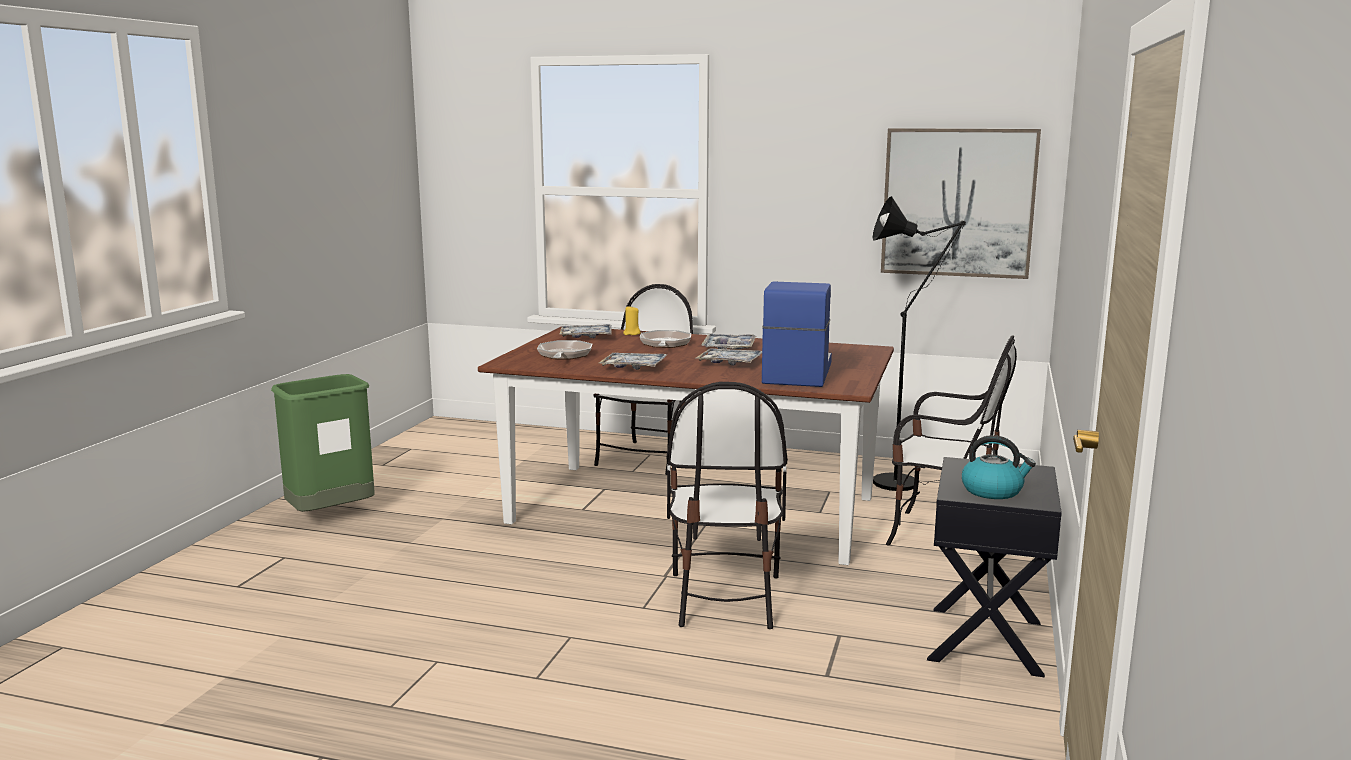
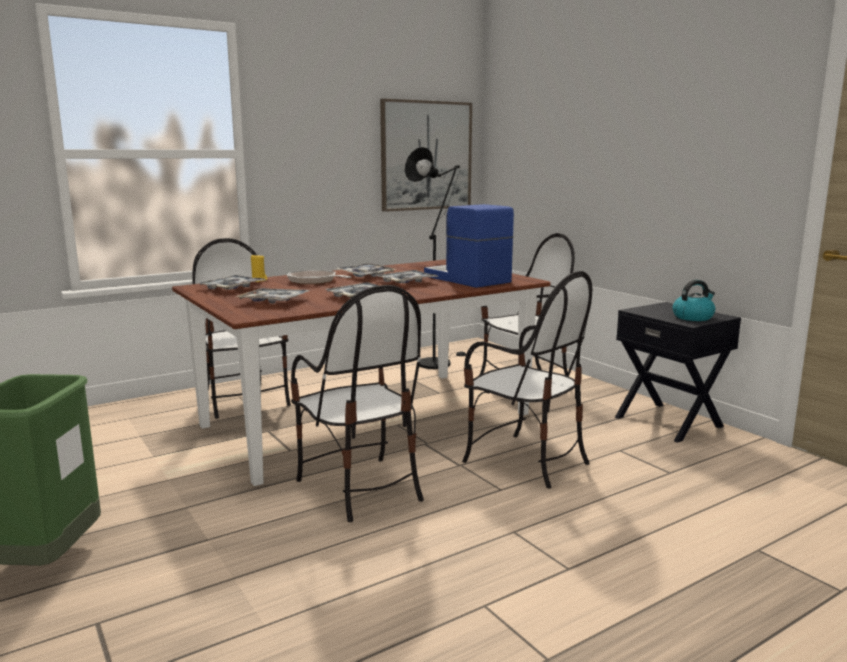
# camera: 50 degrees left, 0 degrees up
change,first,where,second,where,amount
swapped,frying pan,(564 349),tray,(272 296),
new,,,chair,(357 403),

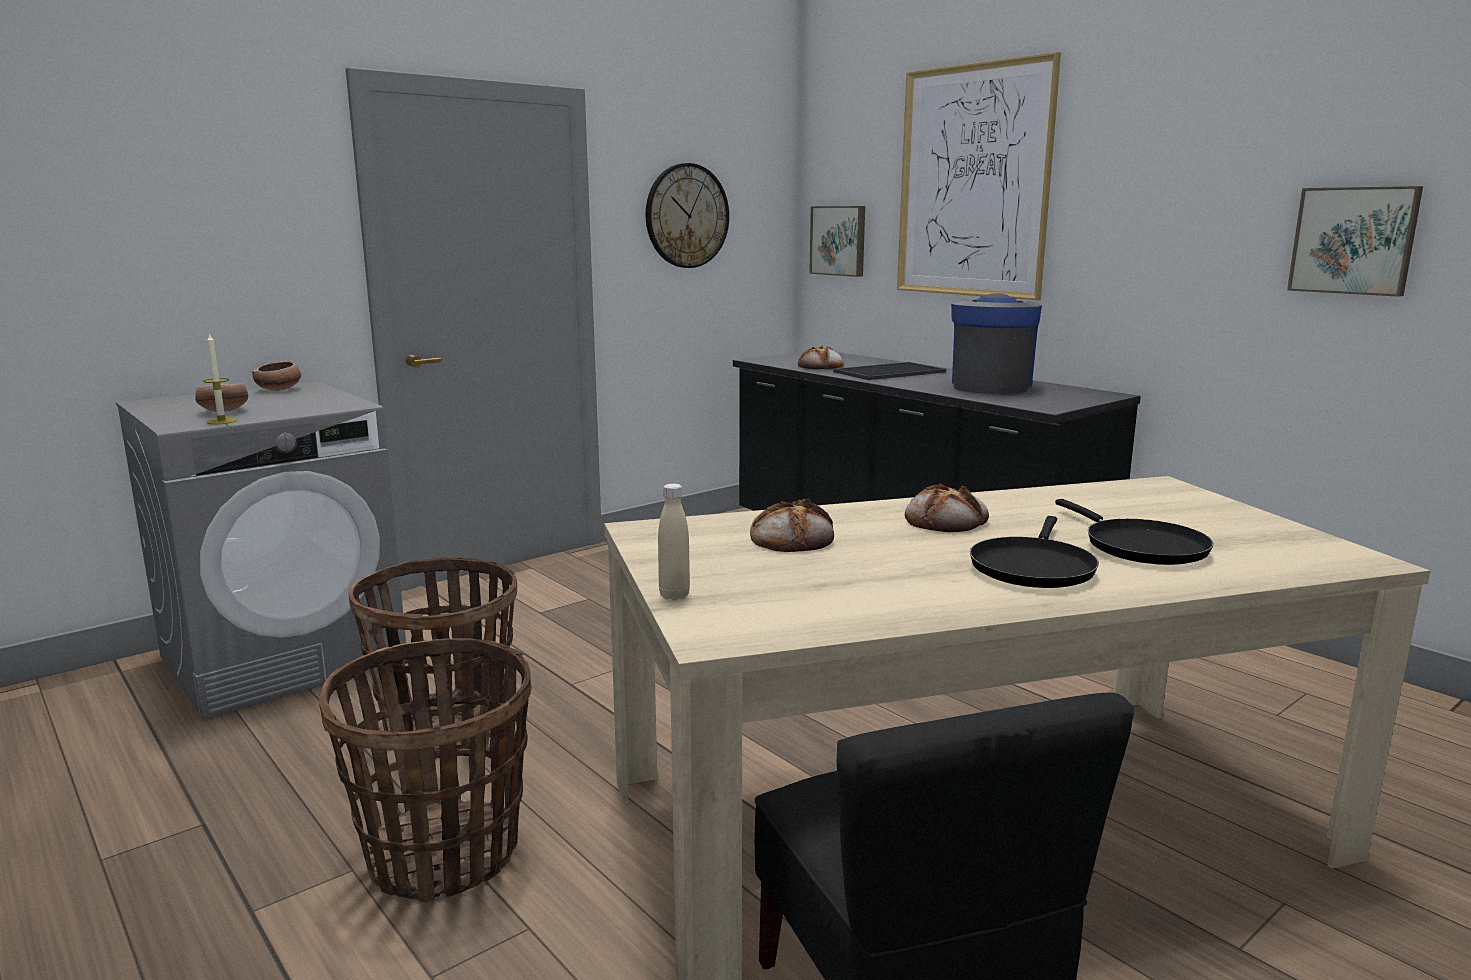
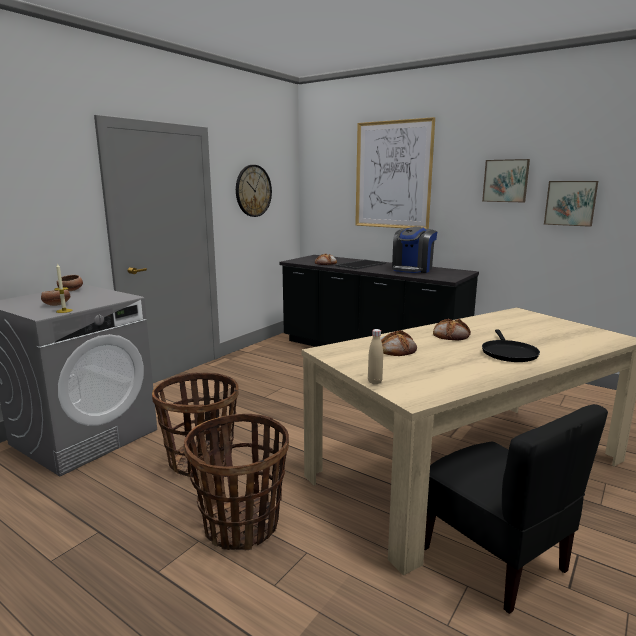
# camera: 15 degrees left, 0 degrees up
change,first,where,second,where,amount
shifted,picture,(837 241),,(506 181),
rotated,coffee machine,(996 343),,(415 250),150 degrees counterclockwise
gone,black frying pan,(1134 532),,,

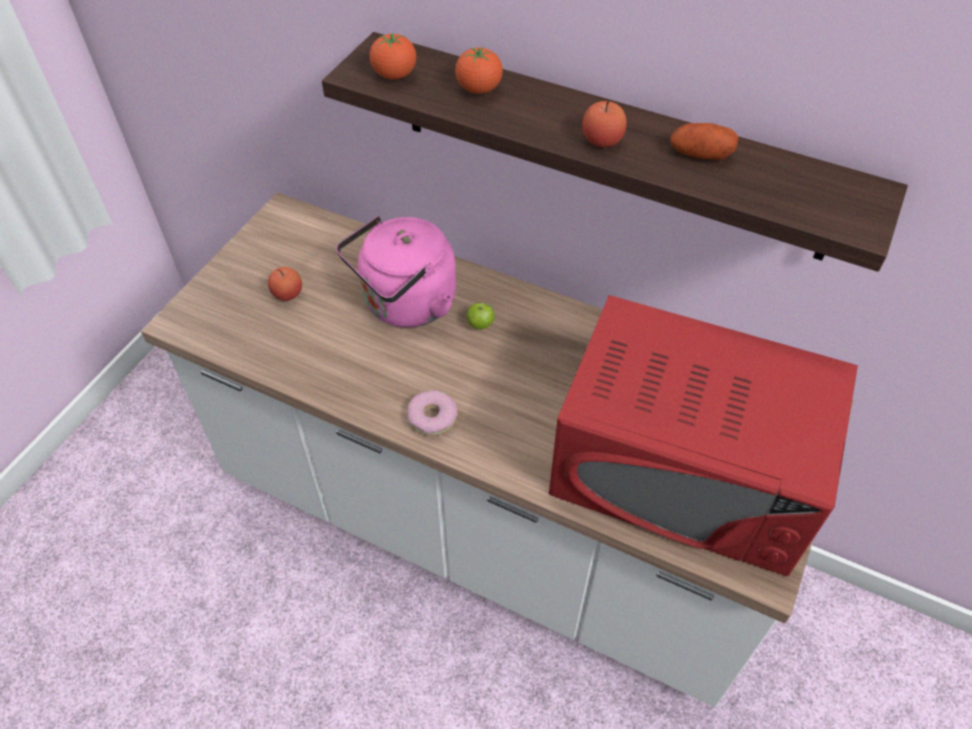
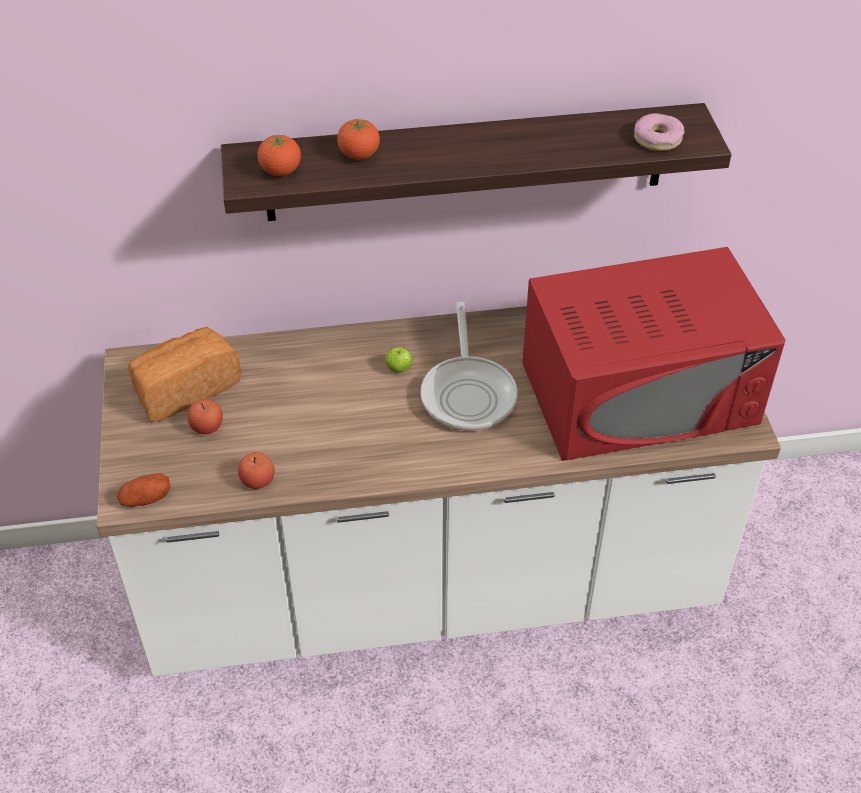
# camera: 35 degrees left, 5 degrees down
change,first,where,second,where,amount
gone,pink kettle,(396 271),,,
shifted,donut,(432 413),,(659 132),
shifted,apple,(604 124),,(256 470),
shifted,potato,(704 141),,(144 490),
new,,,bread,(184 374),
new,,,frying pan,(469 366),

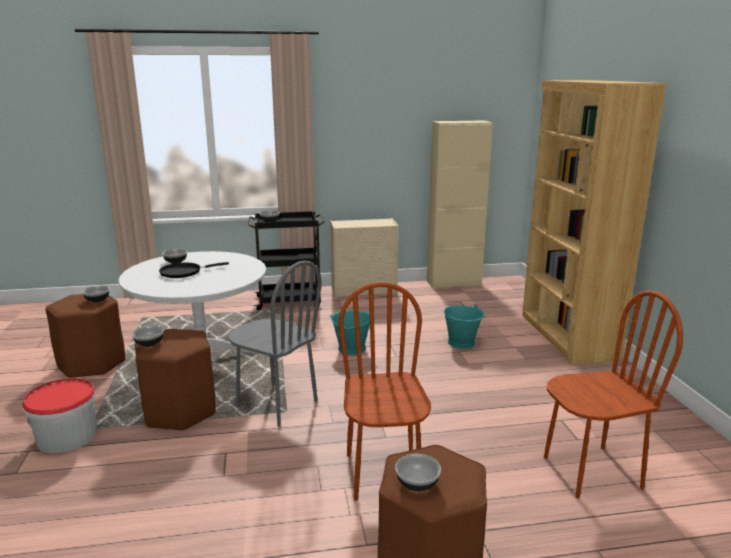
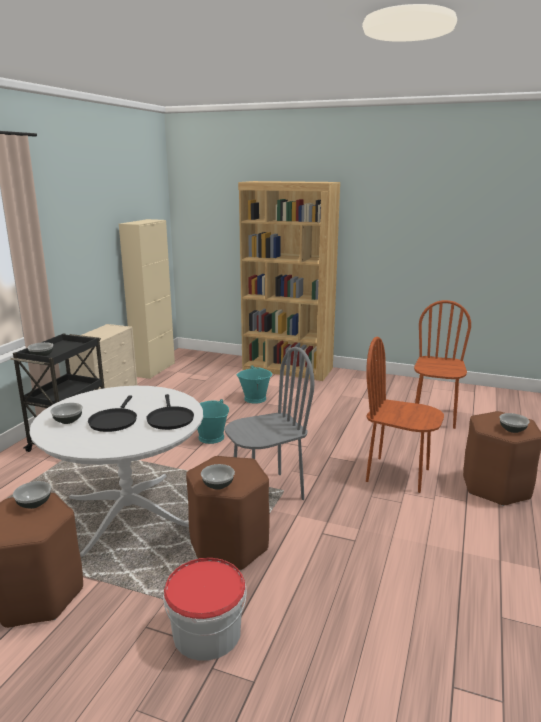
# camera: 60 degrees left, 0 degrees up
change,first,where,second,where,amount
new,,,black frying pan,(170 412),

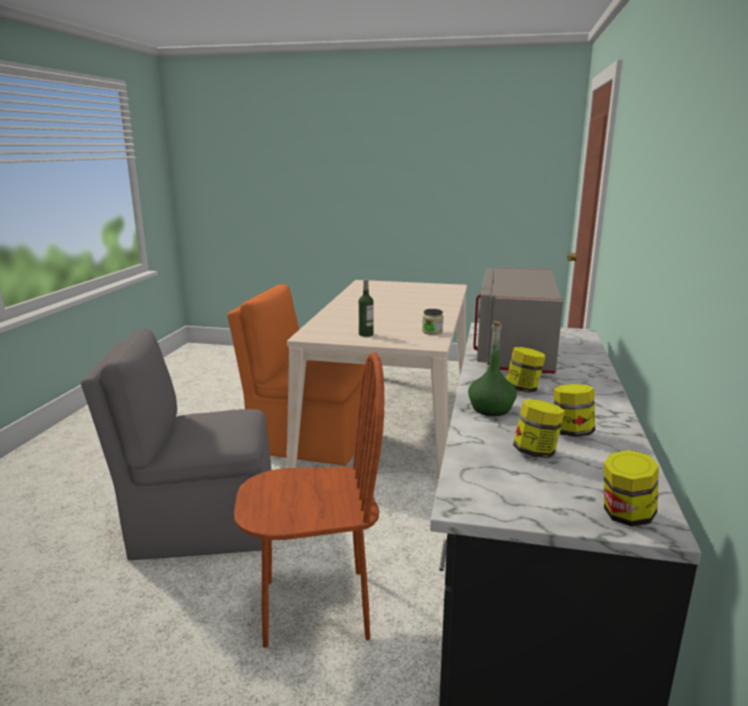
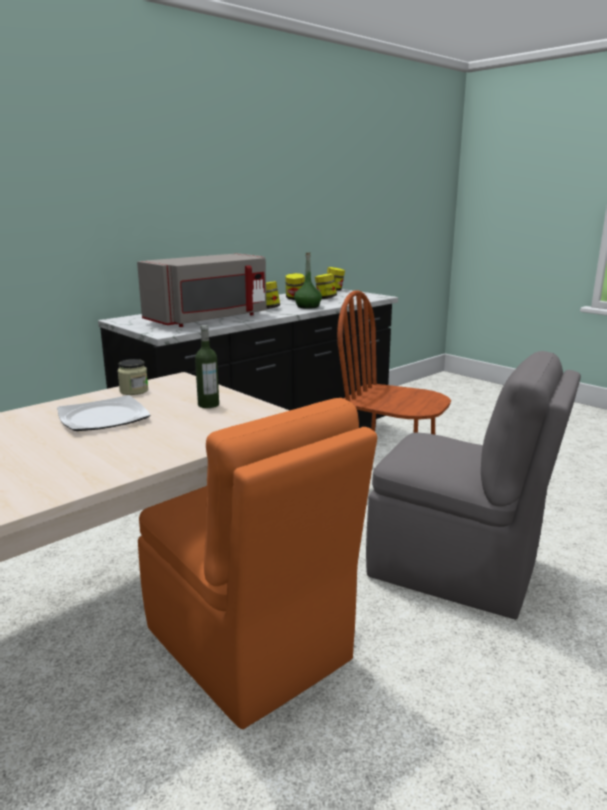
# camera: 145 degrees left, 0 degrees up
change,first,where,second,where,amount
new,,,plate,(104 413),

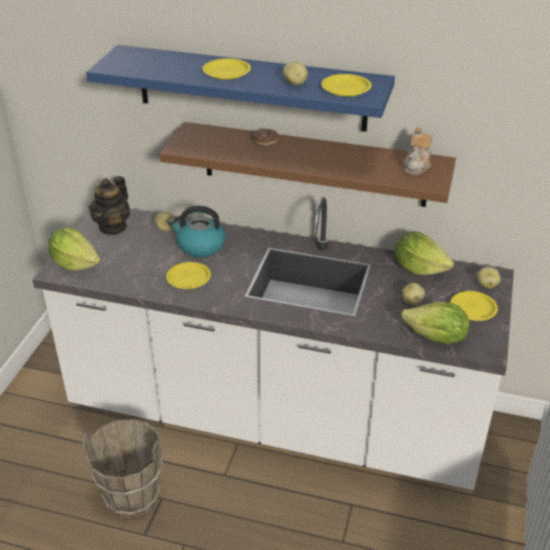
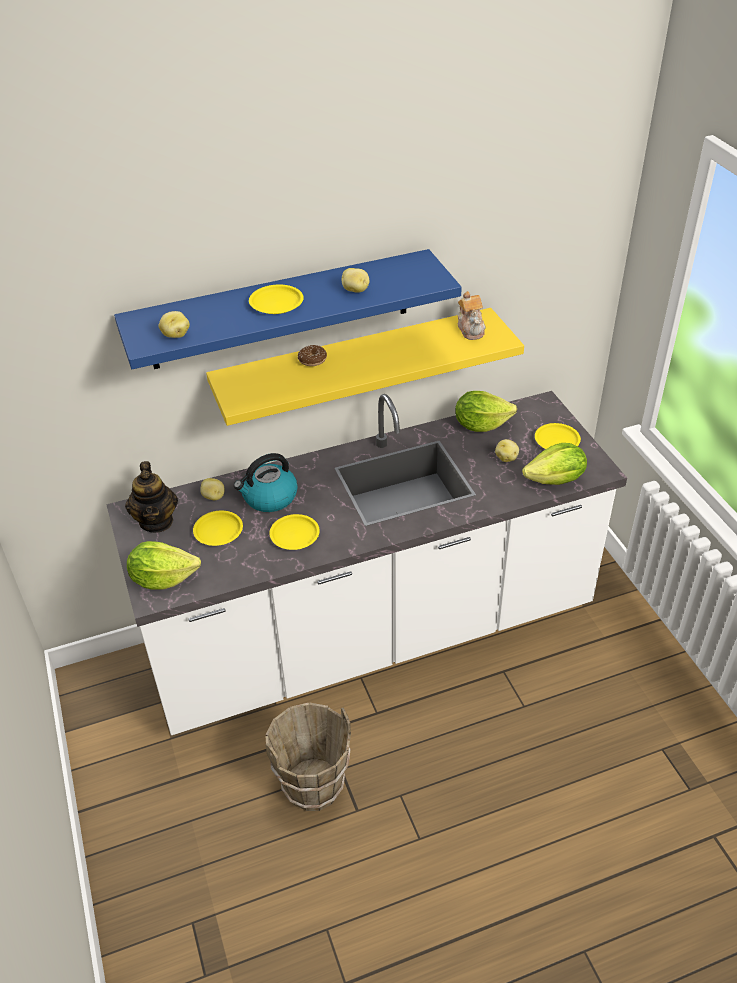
# camera: 35 degrees left, 5 degrees up
change,first,where,second,where,amount
repainted,brown shelf,(307 164),yellow shelf,(365 367),
shifted,yellow plate,(346 85),,(218 528),
shifted,potato,(489 278),,(174 324),

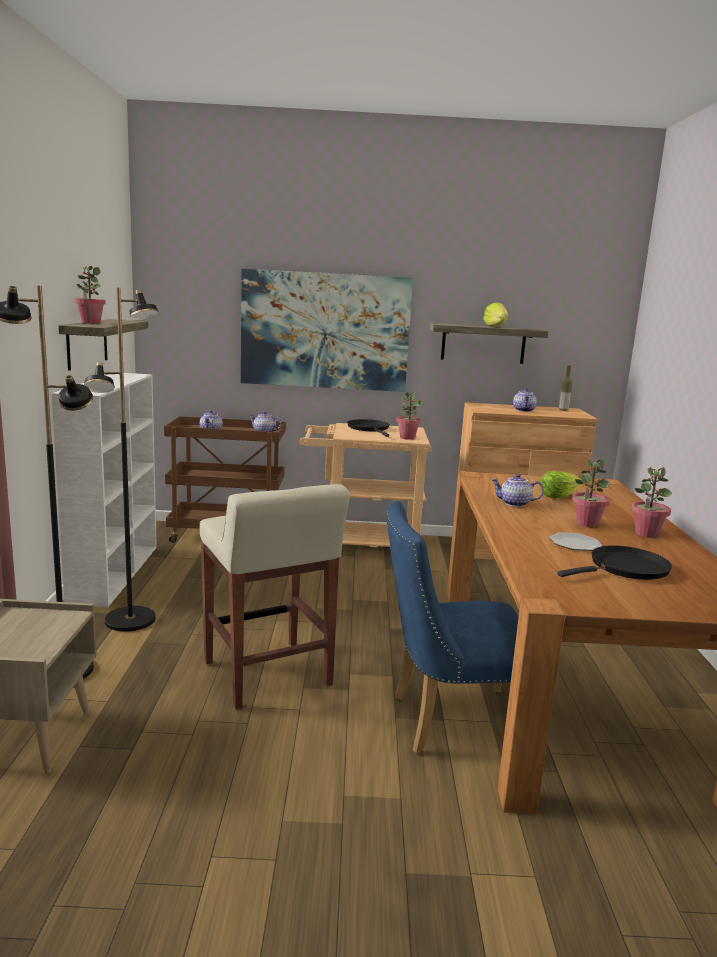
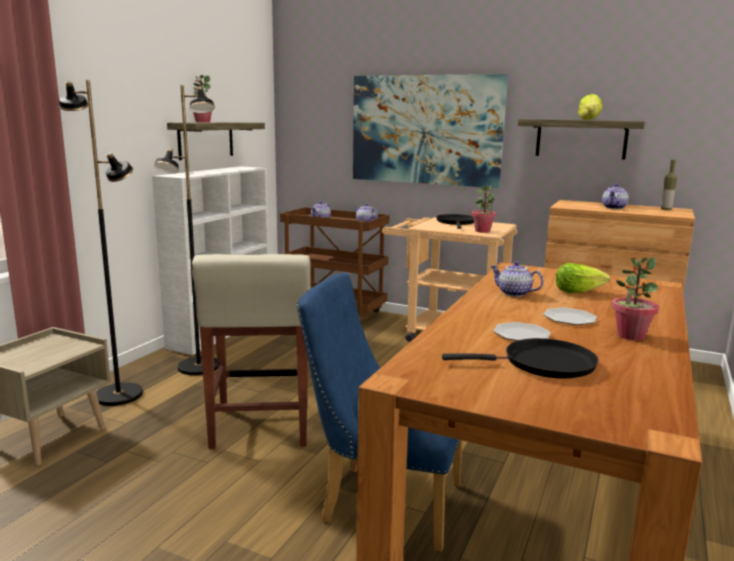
# camera: 25 degrees right, 0 degrees up
change,first,where,second,where,amount
swapped,potted plant,(591 493),plate,(570 316),

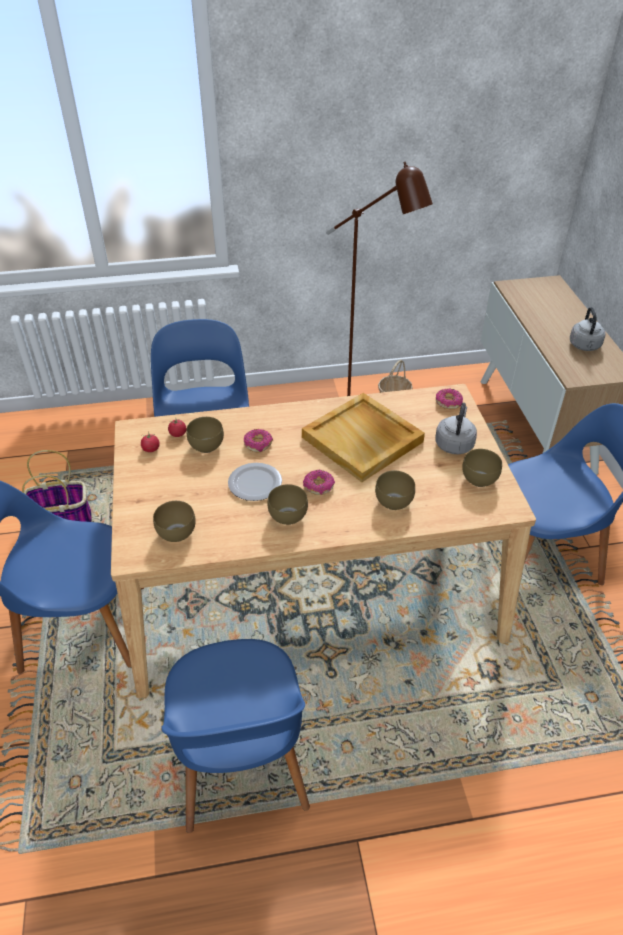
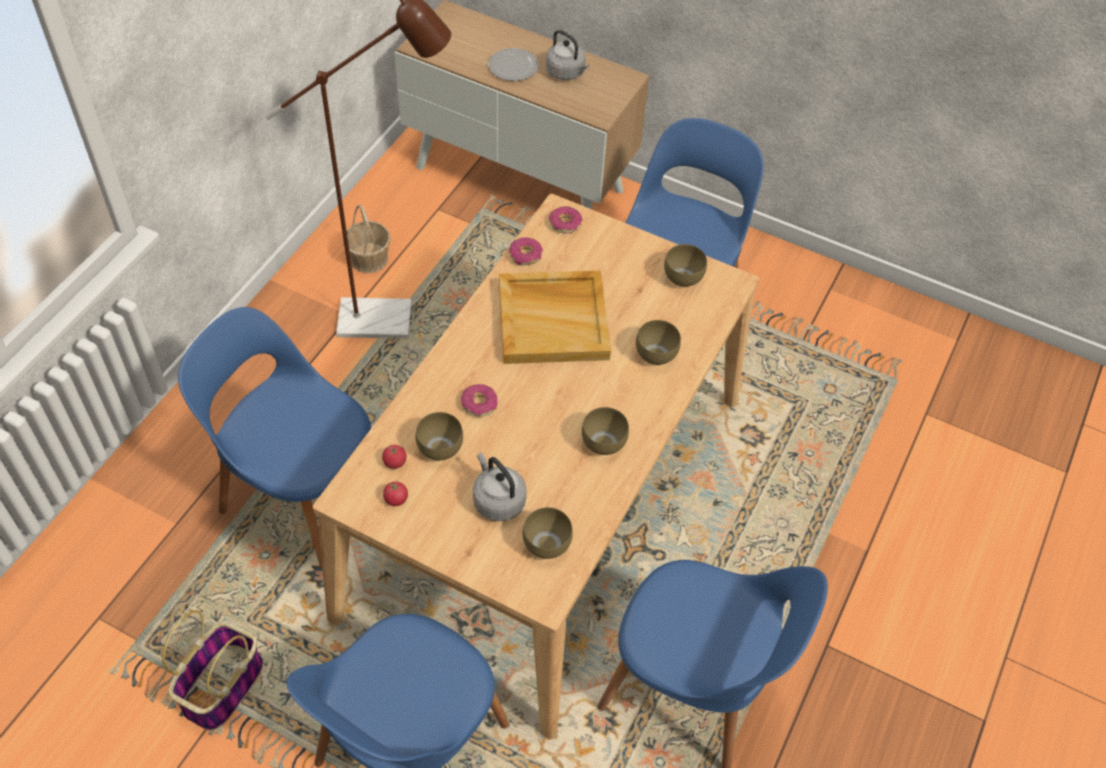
# camera: 55 degrees left, 10 degrees up
change,first,where,second,where,amount
shifted,plate,(255 482),,(514 64),
shifted,donut,(319 482),,(526 251),
shifted,grey kettle,(456 428),,(499 486),

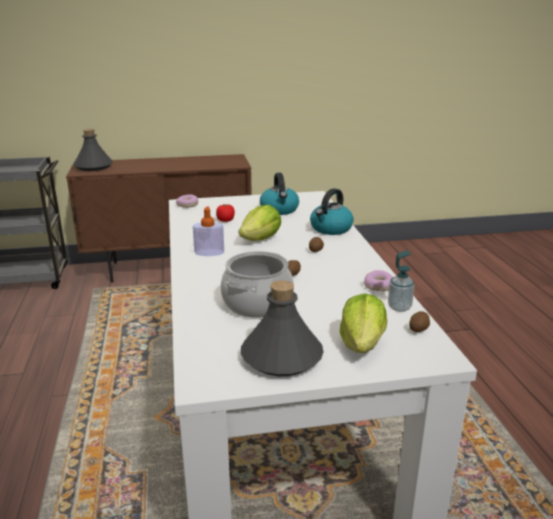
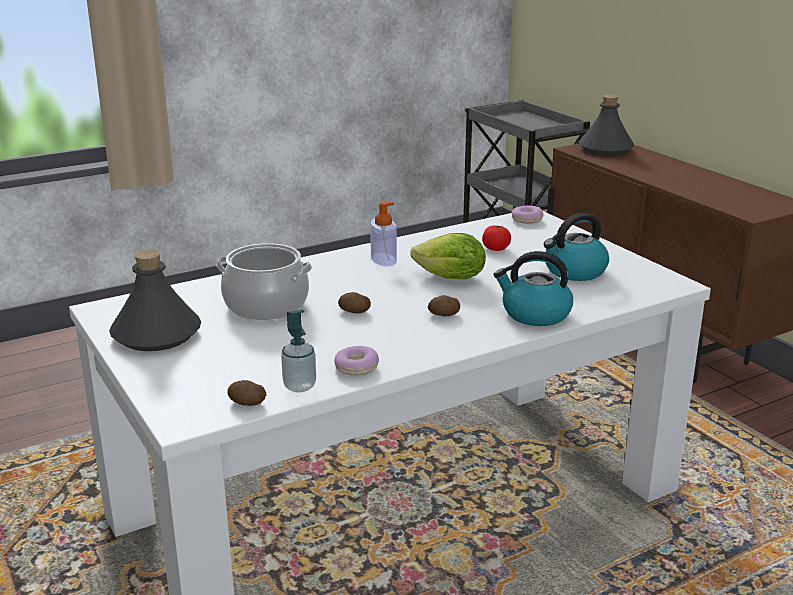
# camera: 70 degrees right, 0 degrees up
change,first,where,second,where,amount
gone,lettuce,(363 323),,,

